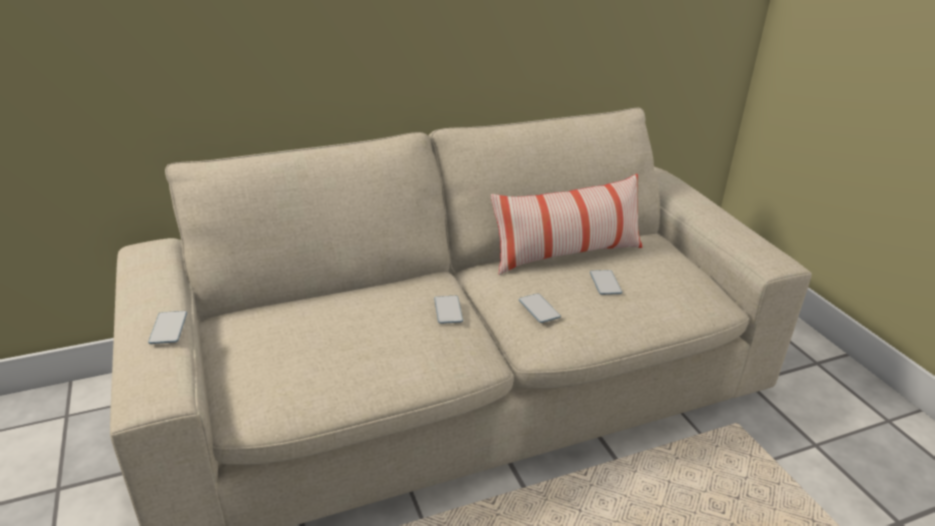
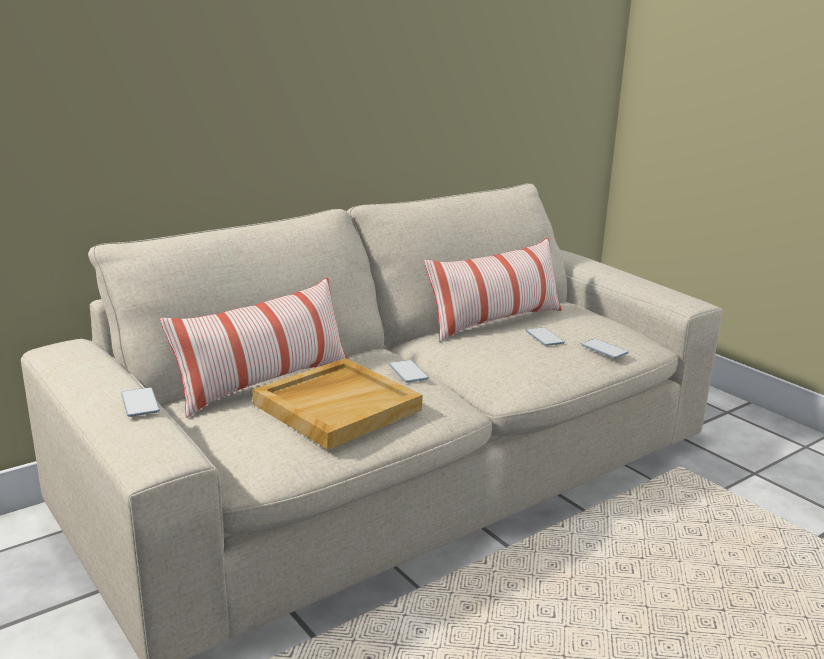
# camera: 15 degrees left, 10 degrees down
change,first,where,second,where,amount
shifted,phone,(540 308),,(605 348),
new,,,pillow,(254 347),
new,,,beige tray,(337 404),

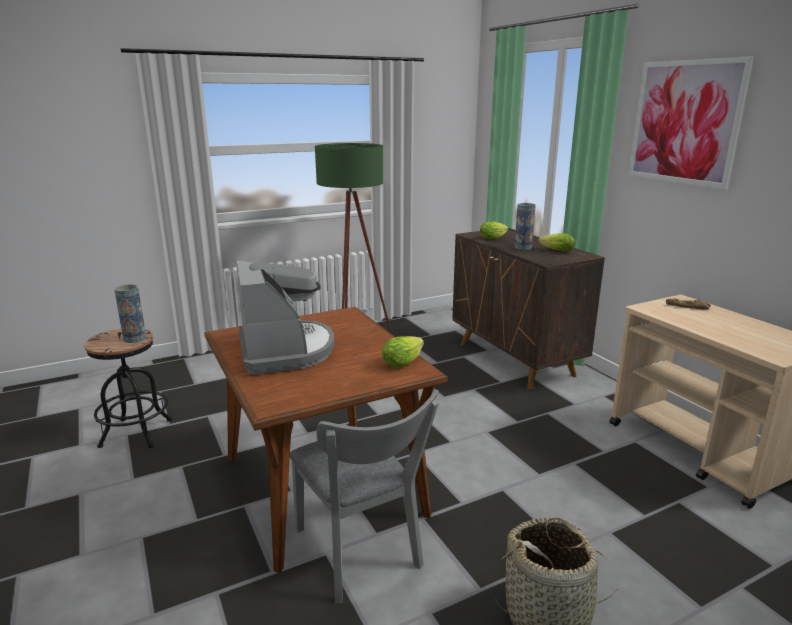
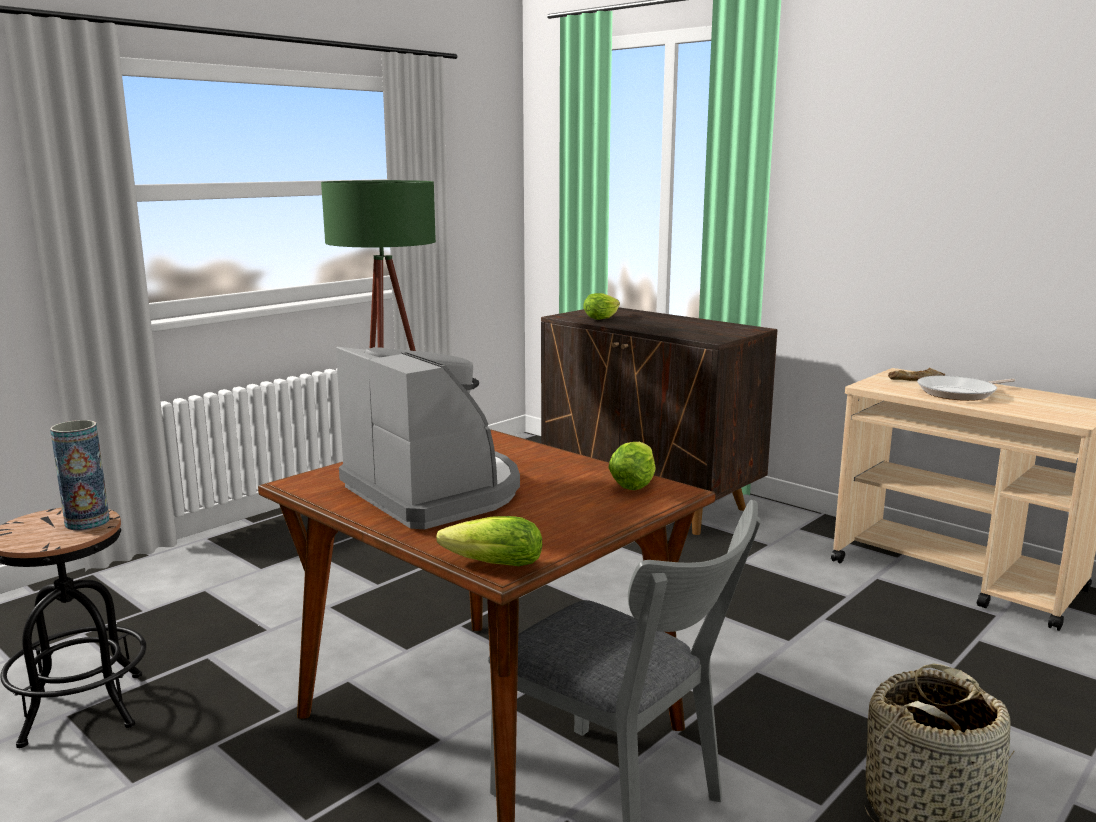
# camera: 20 degrees left, 5 degrees down
change,first,where,second,where,amount
gone,vase,(525 226),,,
shifted,lettuce,(556 242),,(489 541),
gone,picture,(691 122),,,
new,,,frying pan,(966 388),

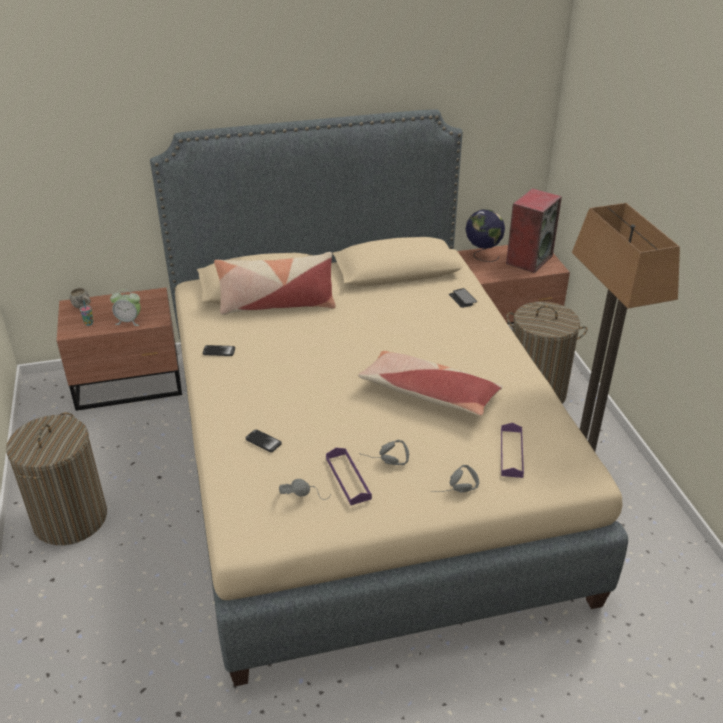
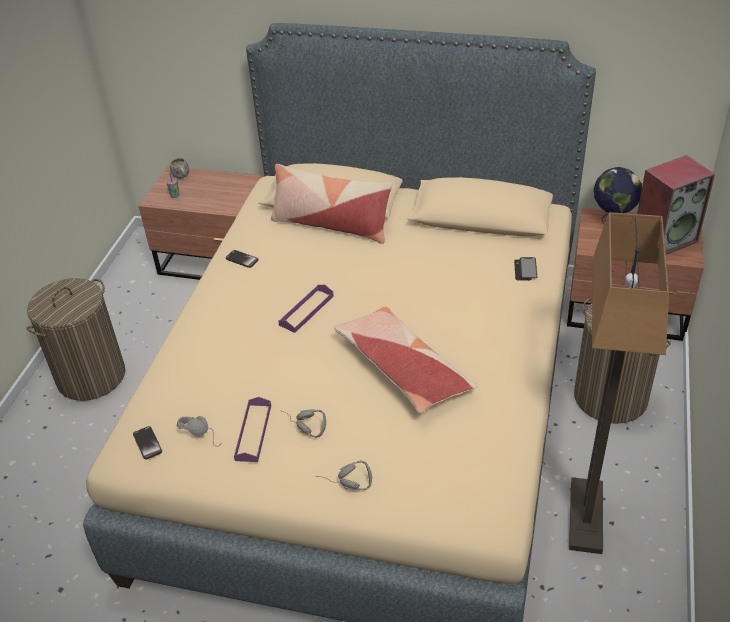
# camera: 30 degrees right, 5 degrees up
change,first,where,second,where,amount
gone,alarm clock,(125 307),,,
shifted,phone,(264 441),,(147 442),
shifted,purple tray,(512 450),,(306 309),

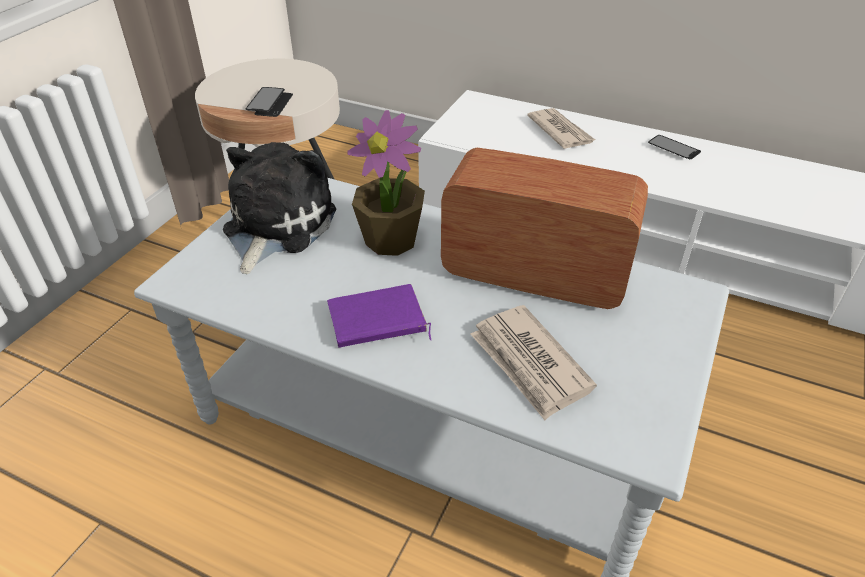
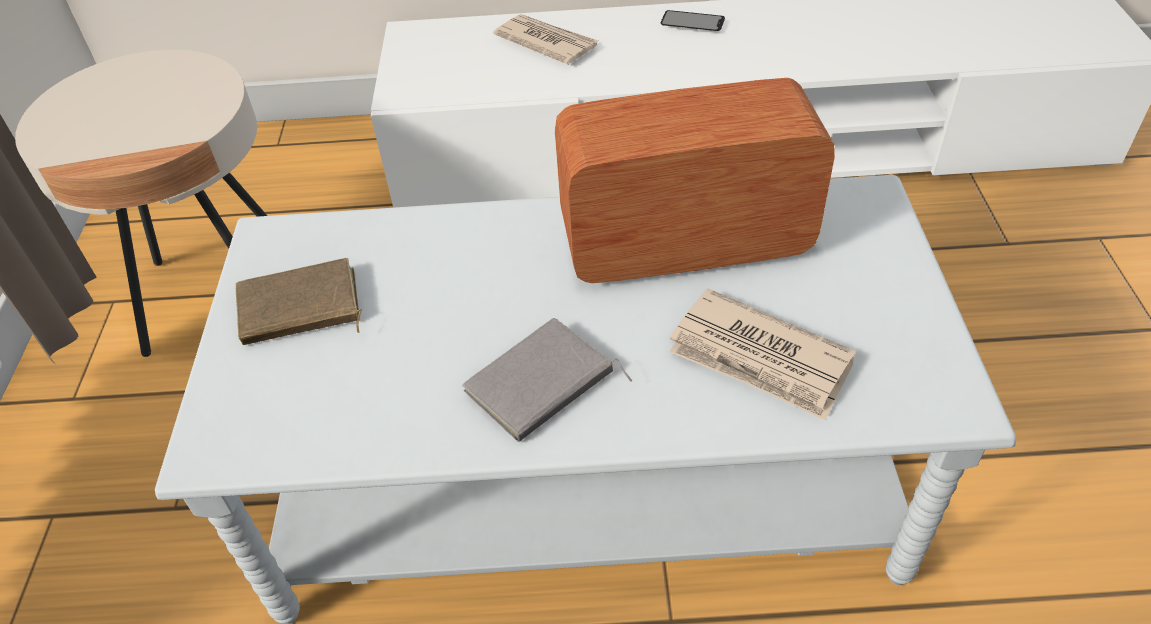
# camera: 25 degrees left, 5 degrees up
change,first,where,second,where,amount
swapped,plush toy,(279 208),brown book,(299 301),
gone,phone,(269 102),,,
repainted,purple book,(379 315),grey book,(547 380),
gone,potted plant,(386 183),,,

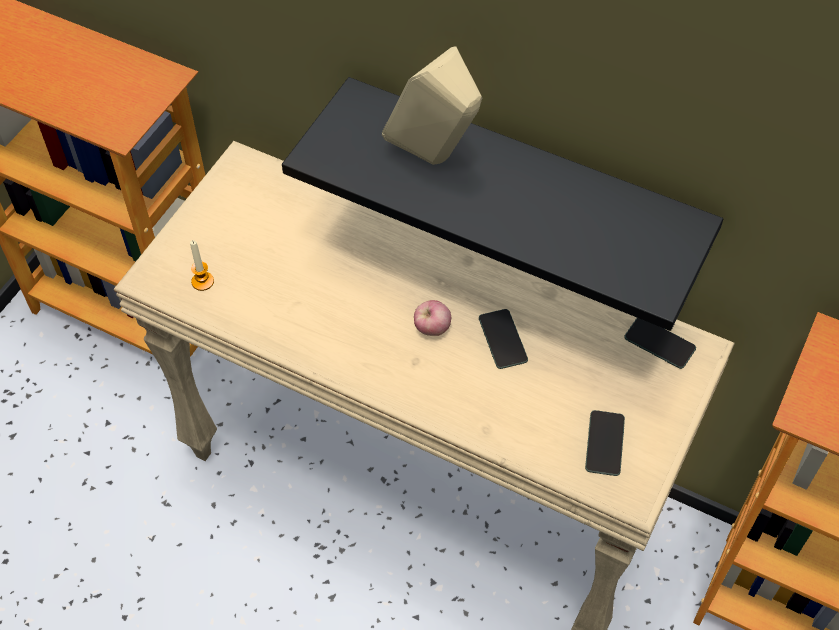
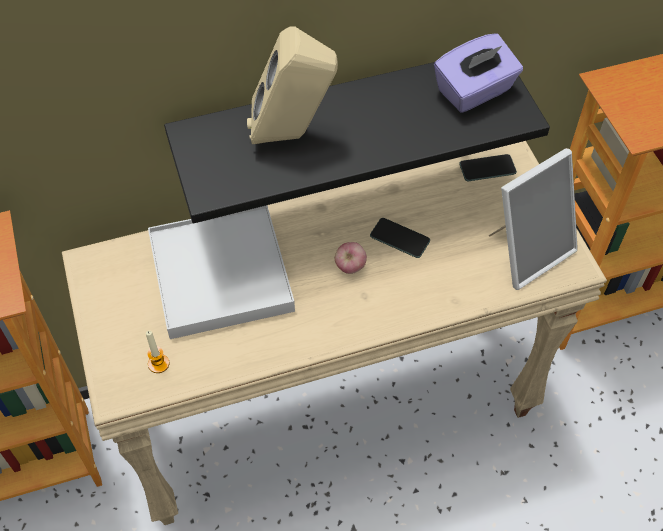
# camera: 45 degrees left, 0 degrees up
change,first,where,second,where,amount
swapped,phone,(605 443),picture frame,(533 219),
new,,,white tray,(221 272),
new,,,purple tissue box,(478 73),

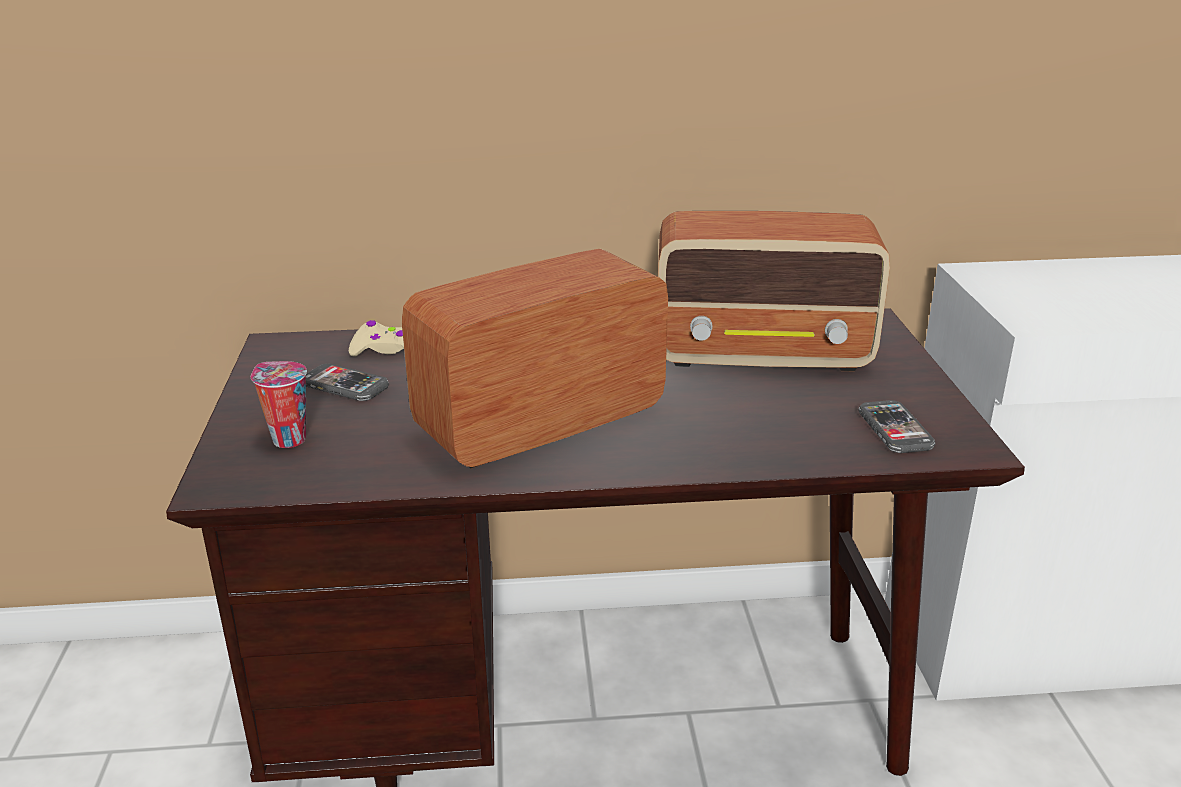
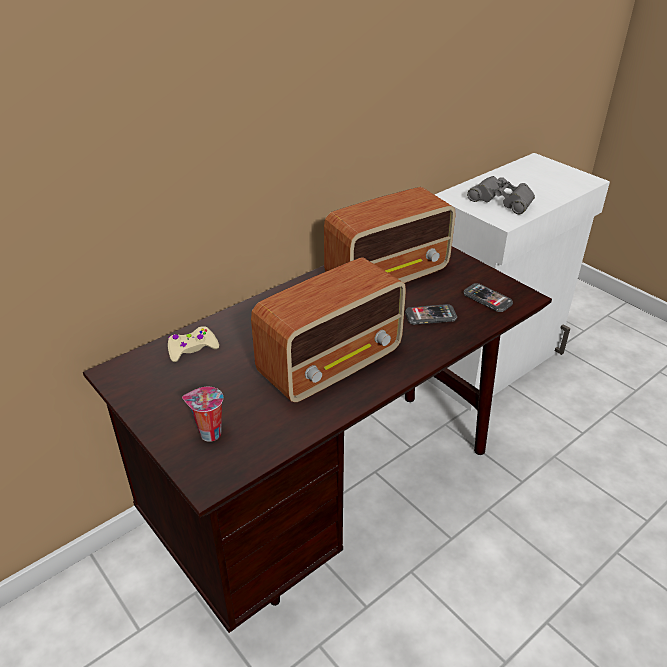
# camera: 35 degrees left, 10 degrees up
change,first,where,second,where,amount
shifted,phone,(347 382),,(431 314),
rotated,radio,(535 359),,(328 329),150 degrees counterclockwise
new,,,grey binoculars,(501 195),

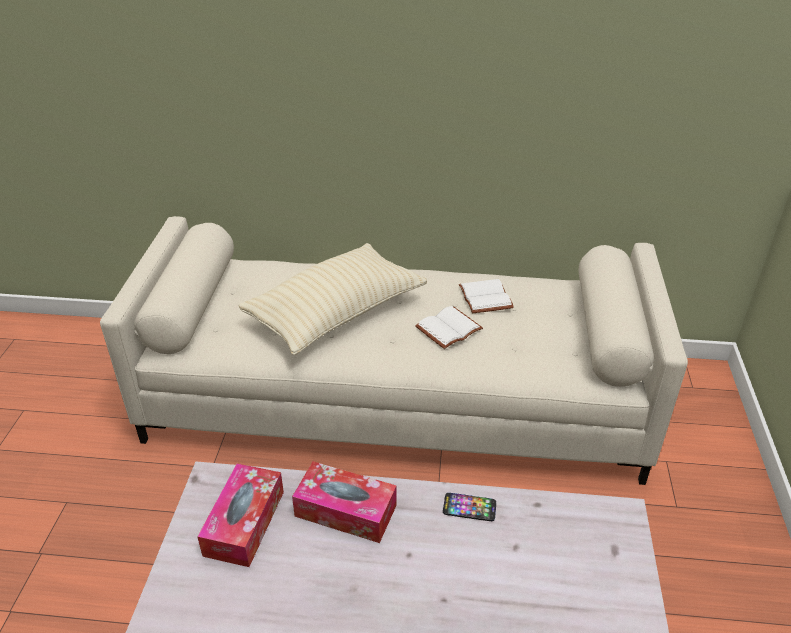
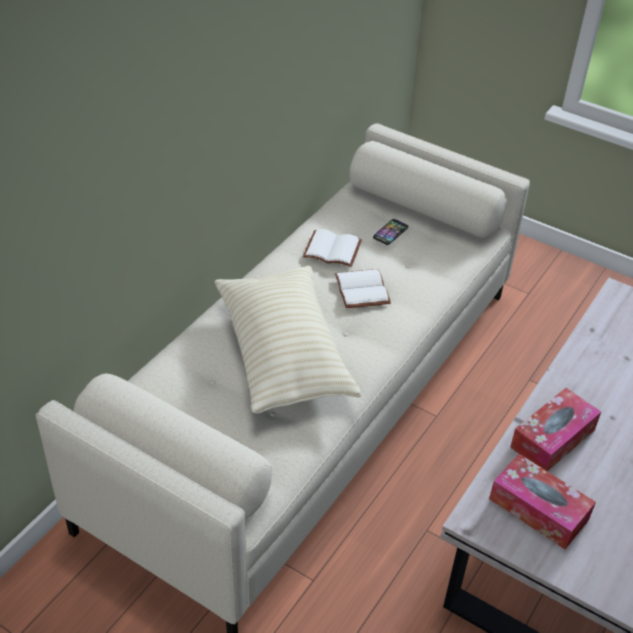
# camera: 65 degrees left, 5 degrees up
change,first,where,second,where,amount
shifted,phone,(469 507),,(390 232),

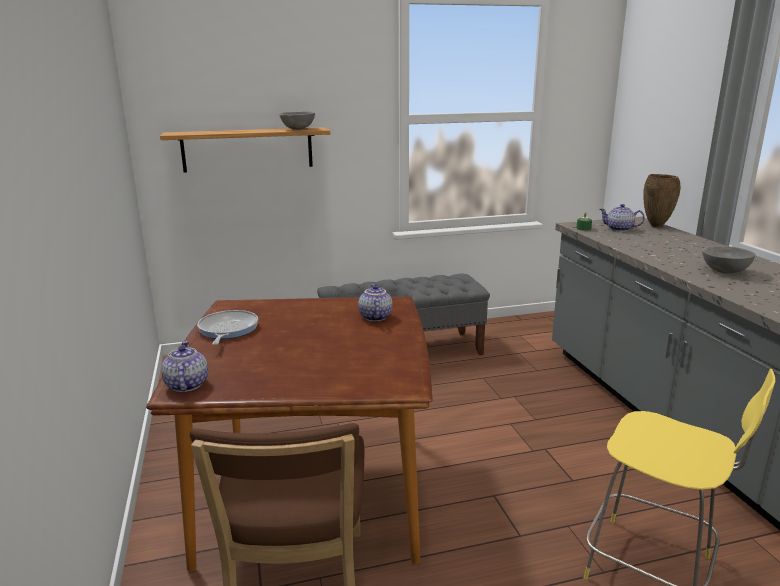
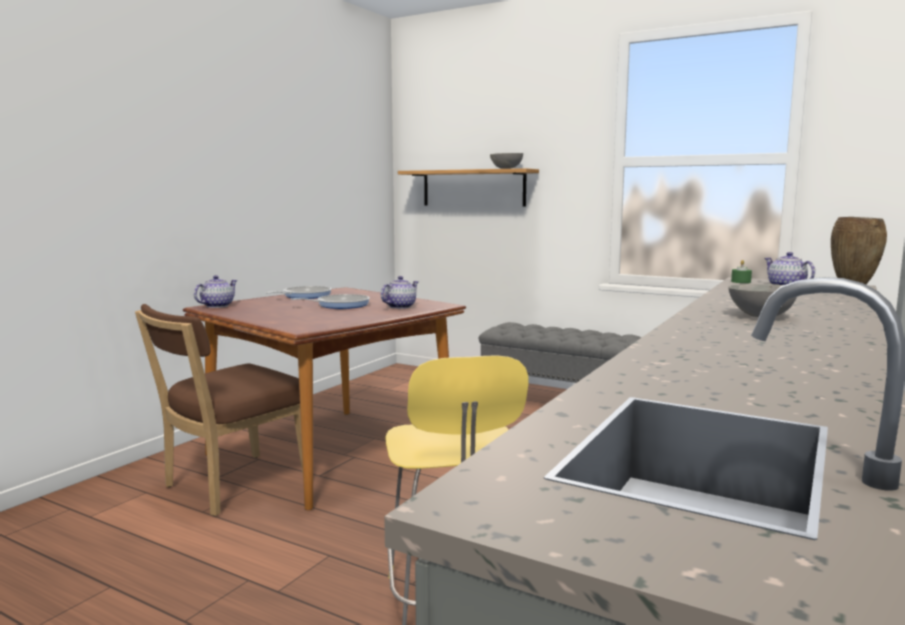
# camera: 45 degrees right, 10 degrees down
change,first,where,second,where,amount
new,,,frying pan,(330 301),

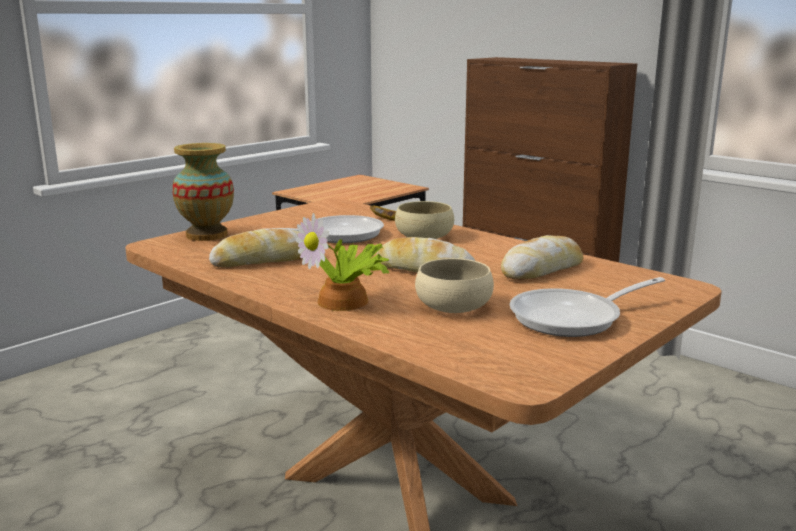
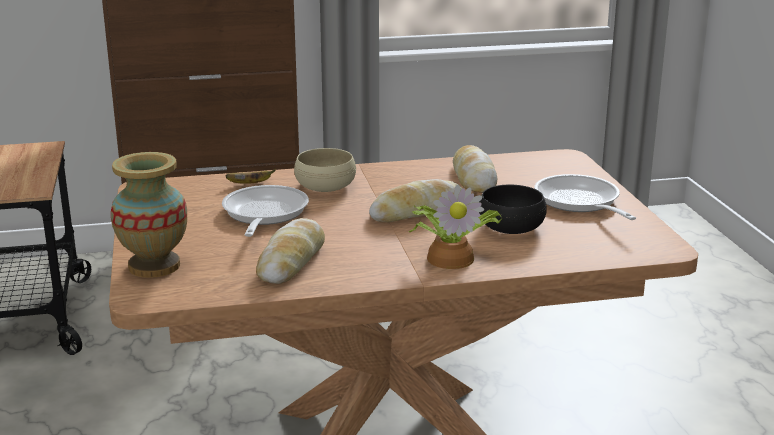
# camera: 55 degrees left, 5 degrees up
change,first,where,second,where,amount
repainted,beige bowl,(454 285),black bowl,(513 209),
rotated,frying pan,(587 307),,(585 197),150 degrees clockwise

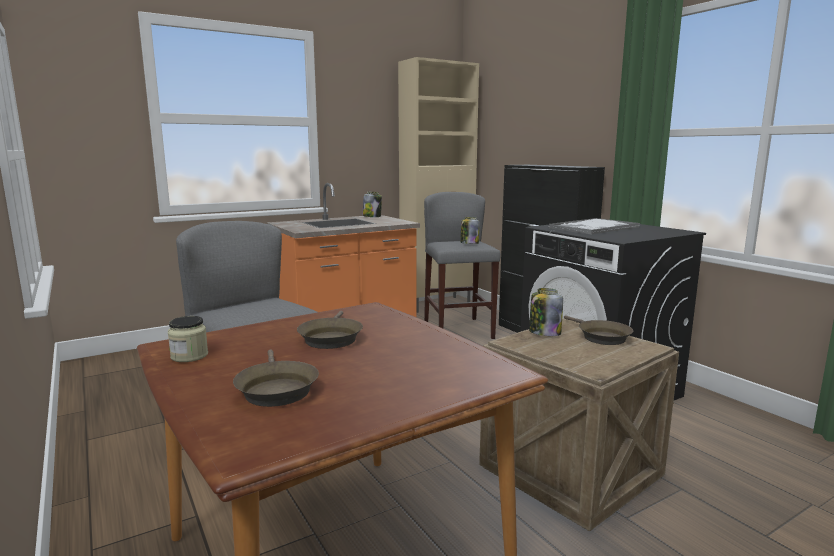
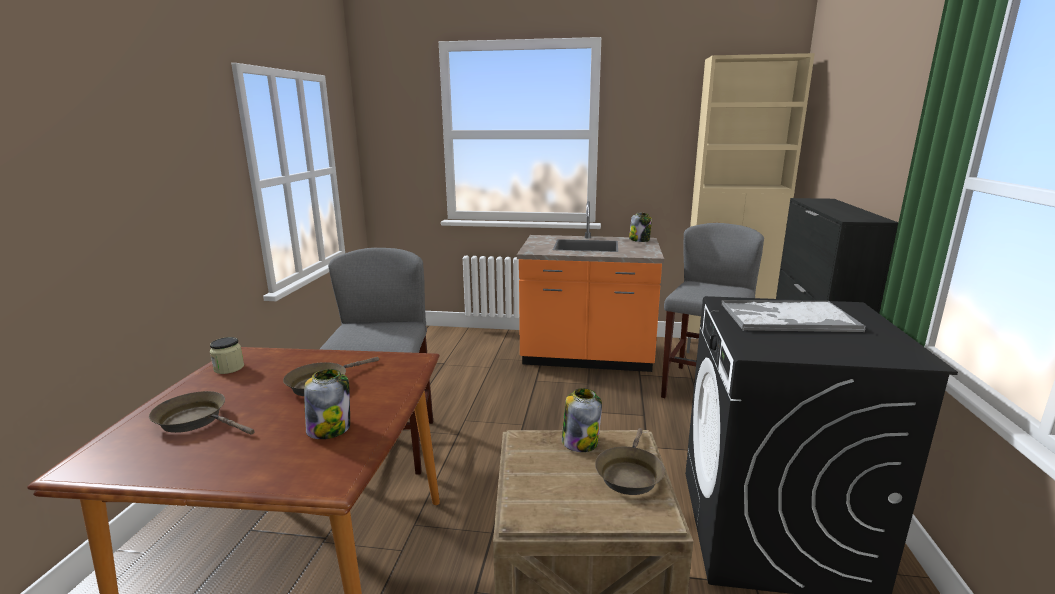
# camera: 40 degrees right, 5 degrees up
change,first,where,second,where,amount
rotated,brown frying pan,(276 378),,(202 413),90 degrees clockwise
shifted,jar,(470 230),,(327 404),

